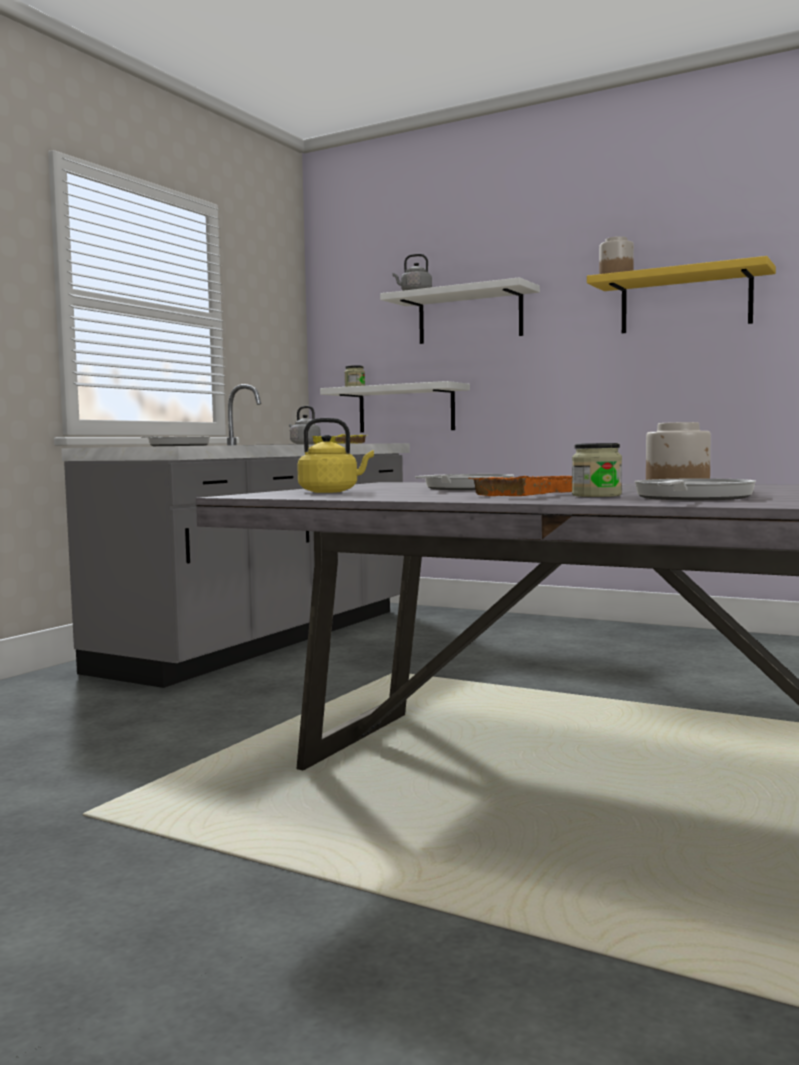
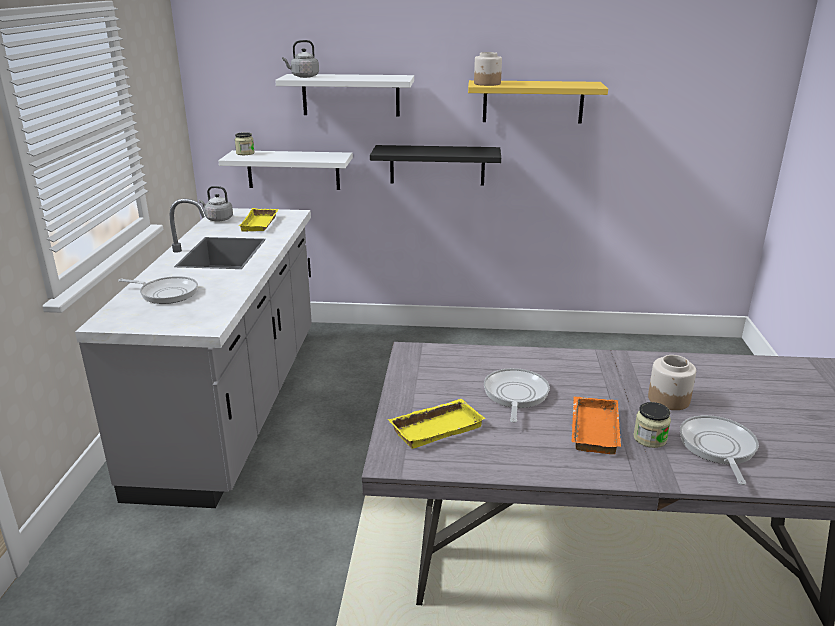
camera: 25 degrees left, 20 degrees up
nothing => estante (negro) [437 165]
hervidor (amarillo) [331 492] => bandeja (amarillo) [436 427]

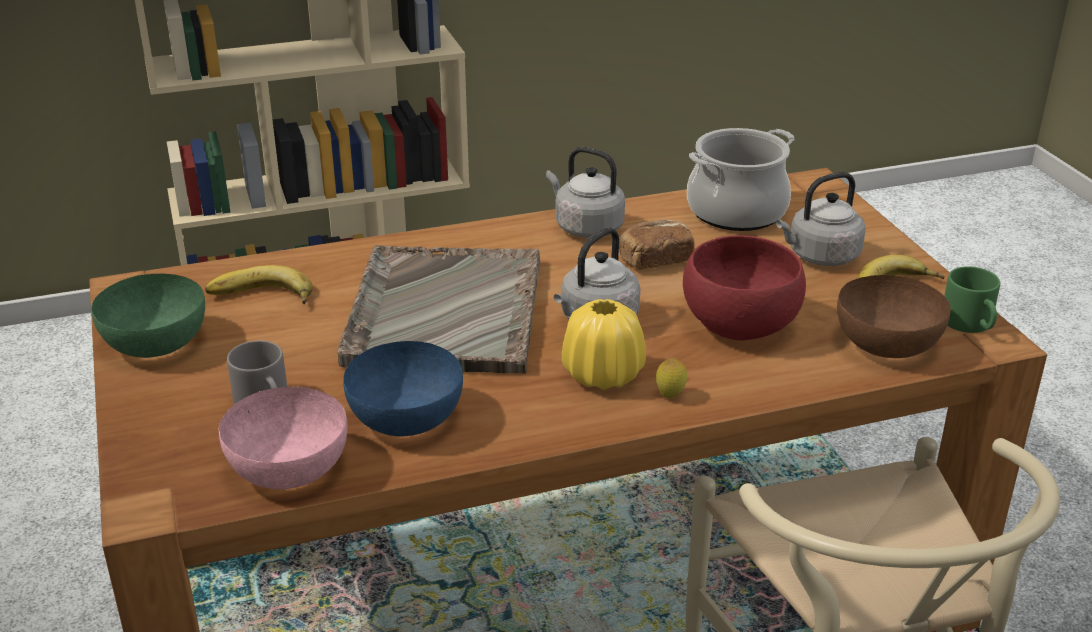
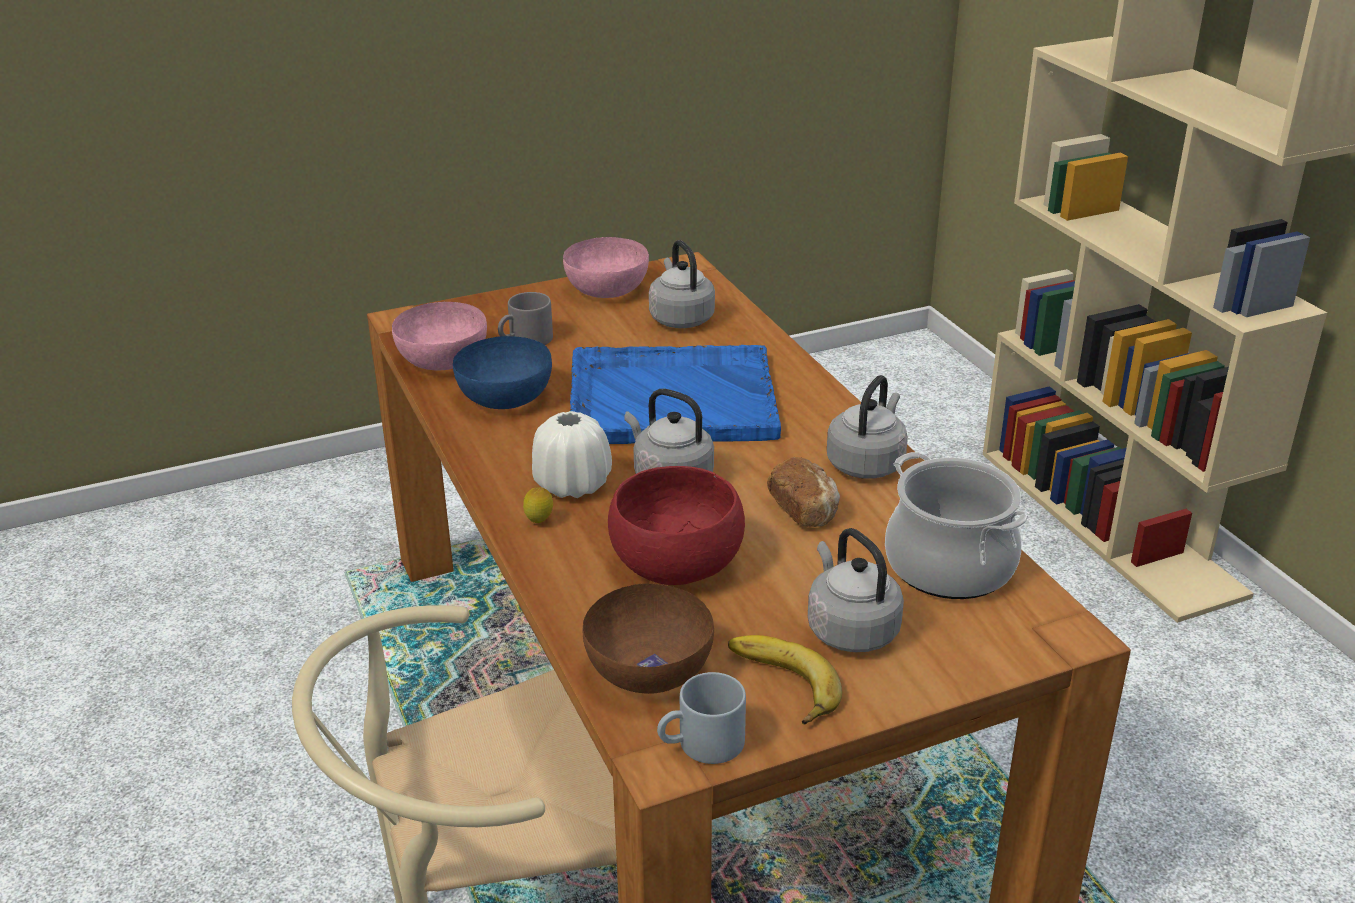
camera: 85 degrees right, 0 degrees up
florero (amarillo) [602 375] => florero (blanco) [572 484]
cuenco (verde) [157 341] => cuenco (rosa) [608 290]
bandeja (gris) [444 313] => bandeja (azul) [670 399]
plátano [261 298] => hervidor (gris) [680 318]
taza grande (verde) [971 324] => taza grande (gris) [701 745]

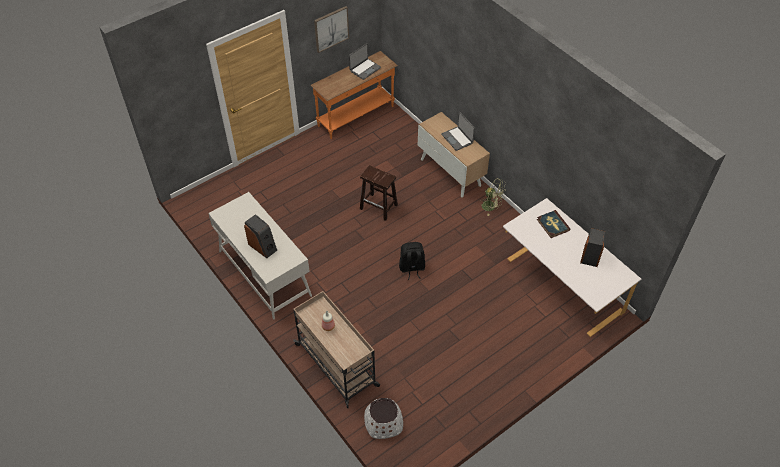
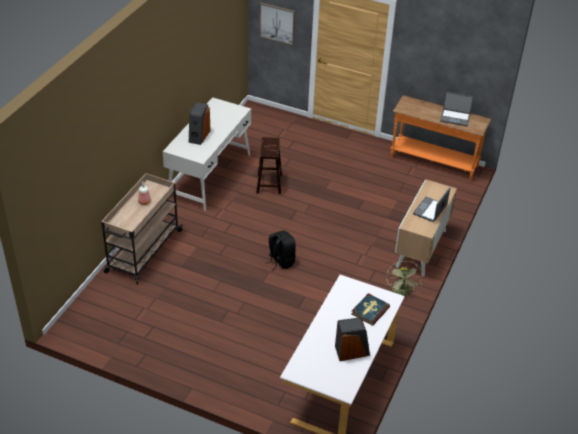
camera: 60 degrees right, 10 degrees down
taburete (marrón) [379 207] => taburete (marrón) [269 184], relocated
cuadro [331 28] => cuadro [277 23], relocated
maceta (blanco) [383 422] => nothing

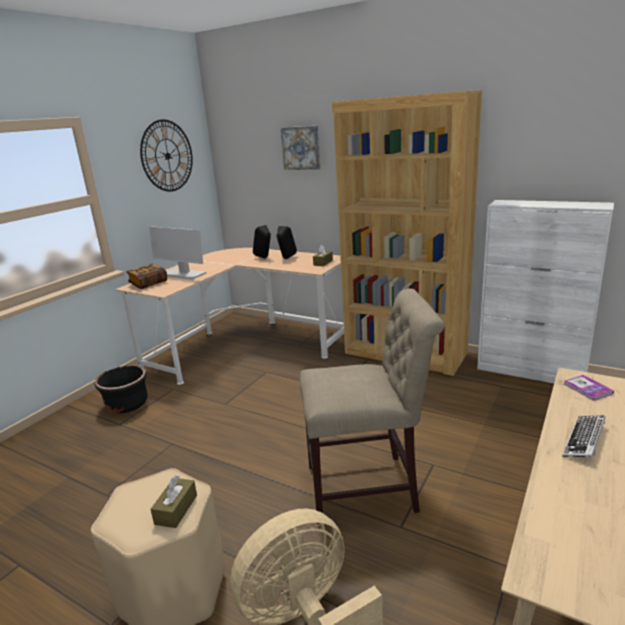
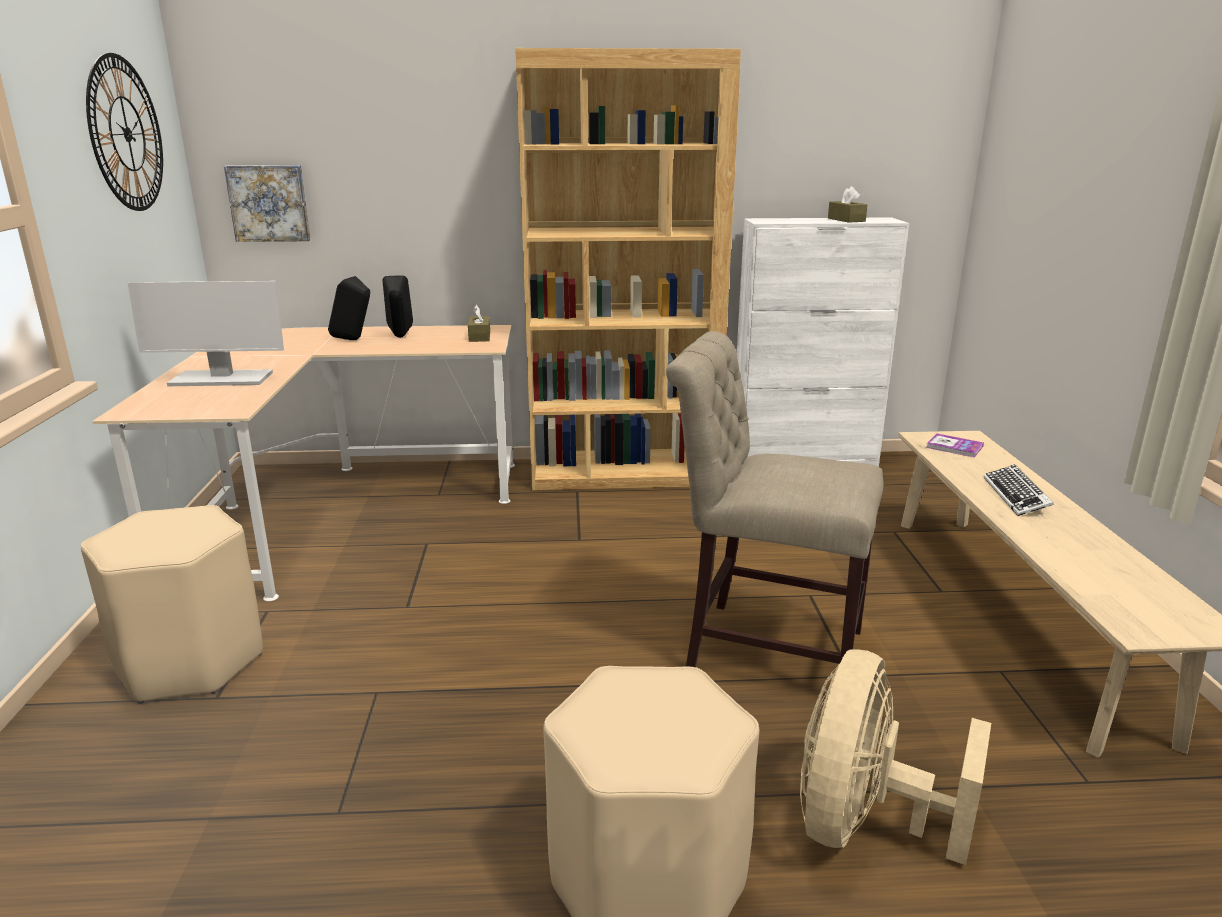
camera: 35 degrees left, 0 degrees up
maceta (negro) [127 404] => taburete (beis) [191 662]
cuadro [301 148] => cuadro [269 203], relocated
silla (beis) [368 488] => silla (beis) [764 647], 120 degrees counterclockwise
caja de pañuelos (marrón) [176 509] => caja de pañuelos (marrón) [846 220], relocated
libro [148 283] => nothing

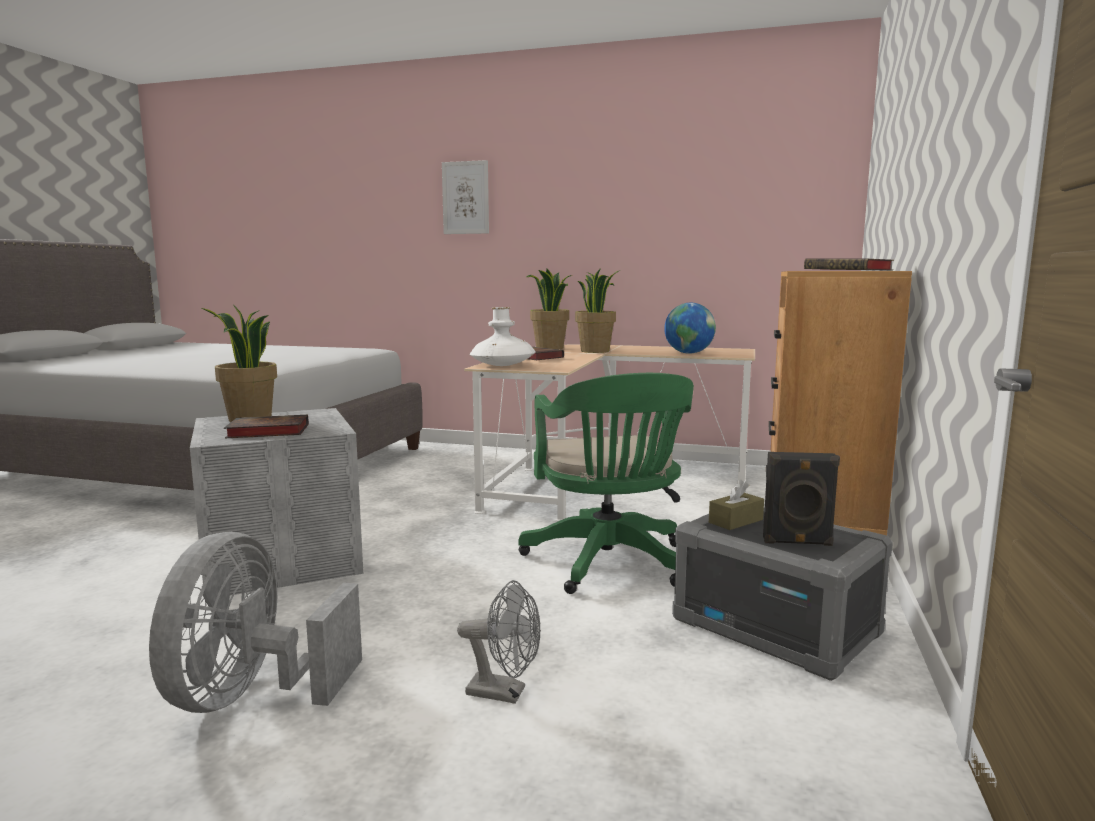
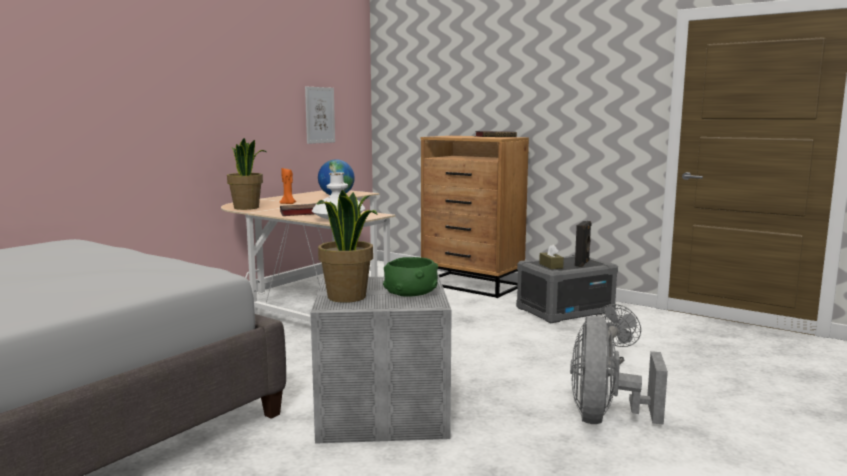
camera: 70 degrees left, 0 degrees up
planta en maceta [595 351] => vela (naranja) [288 204]
cuadro [465 198] => cuadro [319 115], relocated
libro [266 432] => cuenco (verde) [411 293]
ventilador (gris) [252 695] => ventilador (gris) [605 418], 75 degrees clockwise
silla de oficina (verde) [609 564] => nothing

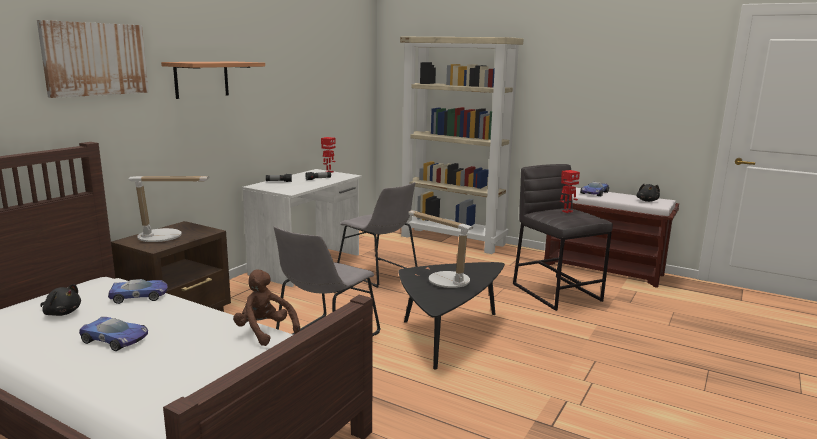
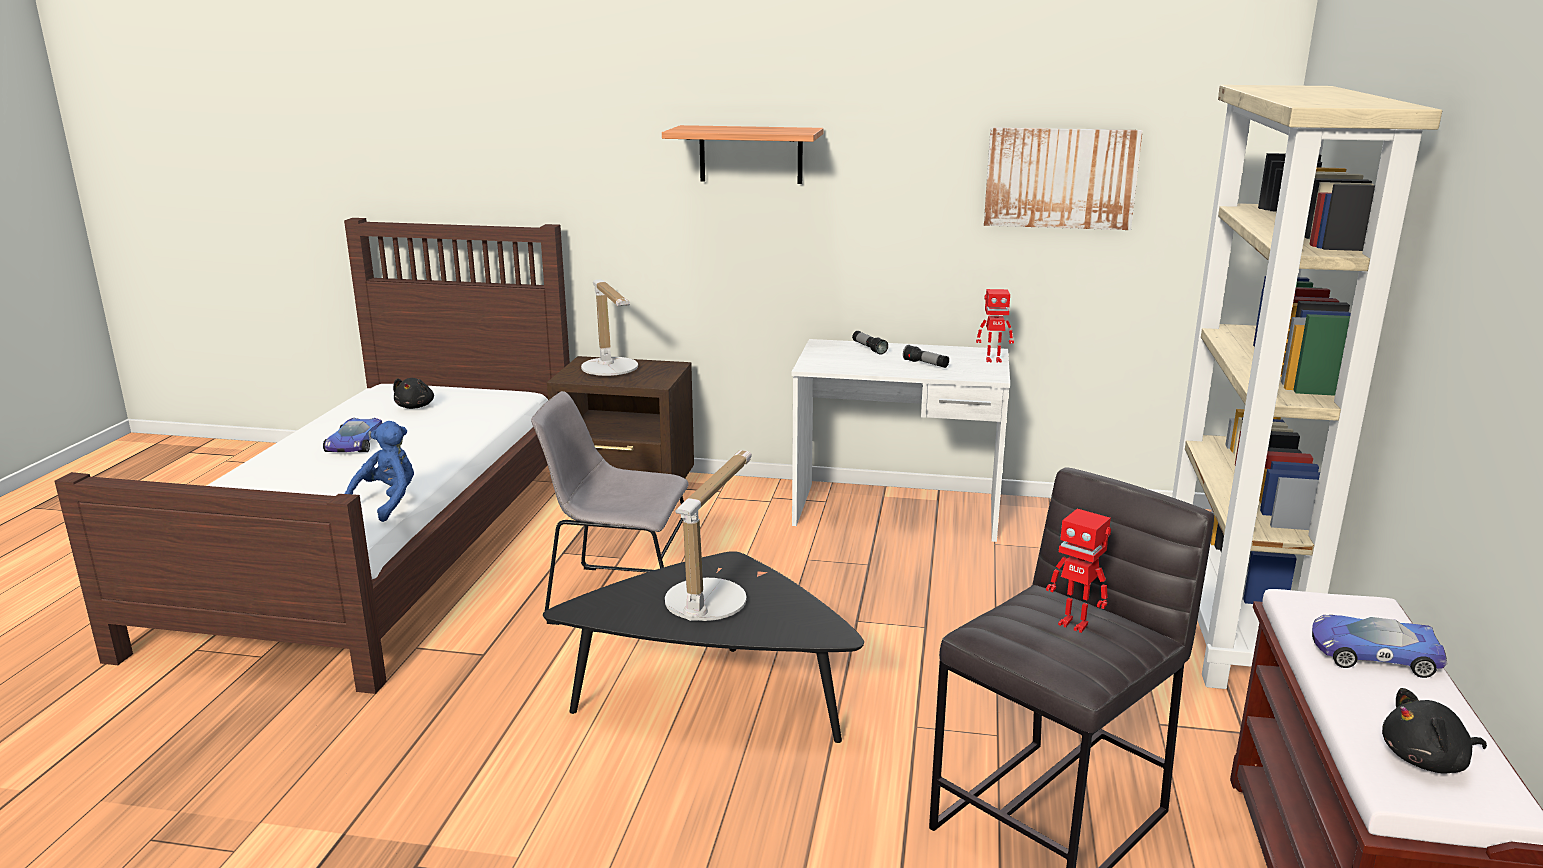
camera: 70 degrees right, 5 degrees up
peluche (marrón) [265 332] => peluche (azul) [387 503]
cuadro [95 59] => cuadro [1060 178], relocated
coche de juguete [140 296] => nothing
silla (gris) [379 273] => nothing

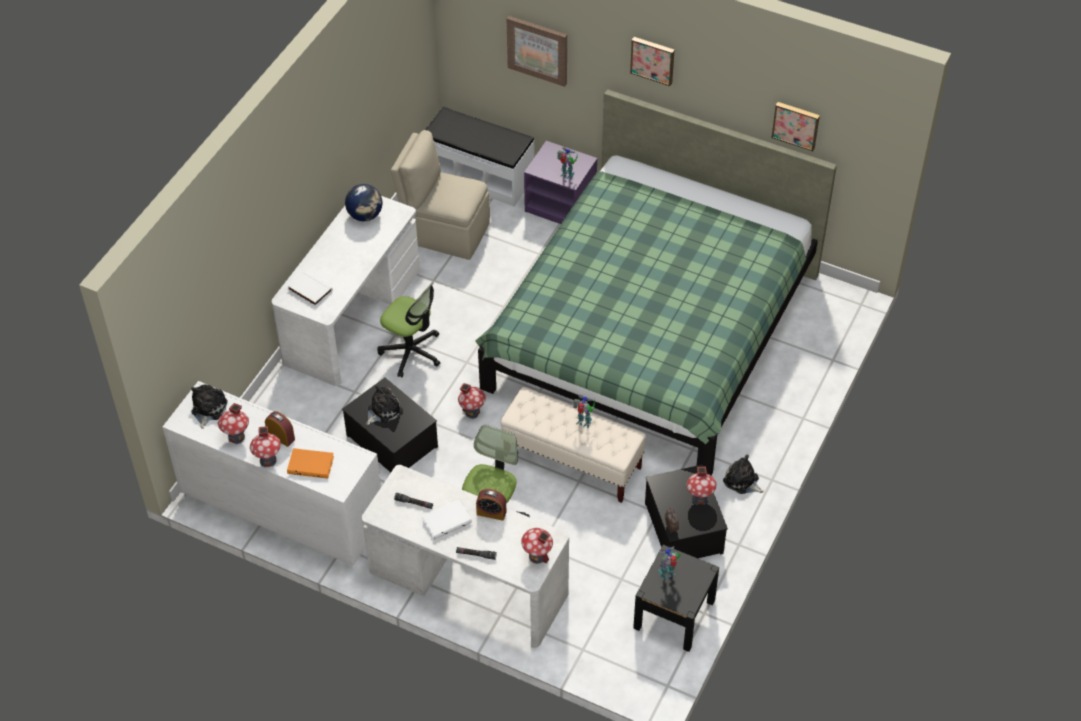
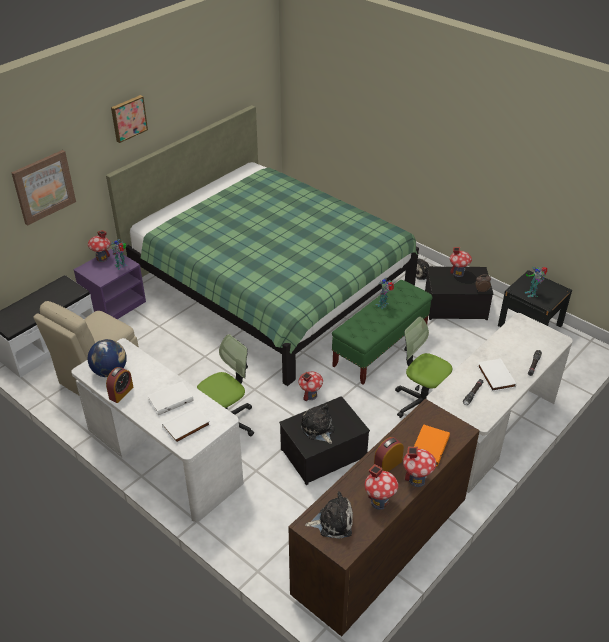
camera: 75 degrees left, 10 degrees down
casita [537 556] => casita [102 258], relocated
despertador [491 513] => despertador [121 393], relocated
nothing => libro (blanco) [170 399]
cómoda (blanco) [282 509] => cómoda (marrón) [379 550]
peluche [208 409] => peluche [333 522], 150 degrees clockwise
banco (beis) [572 462] => banco (verde) [380 348]
cuadro [796 125] => nothing

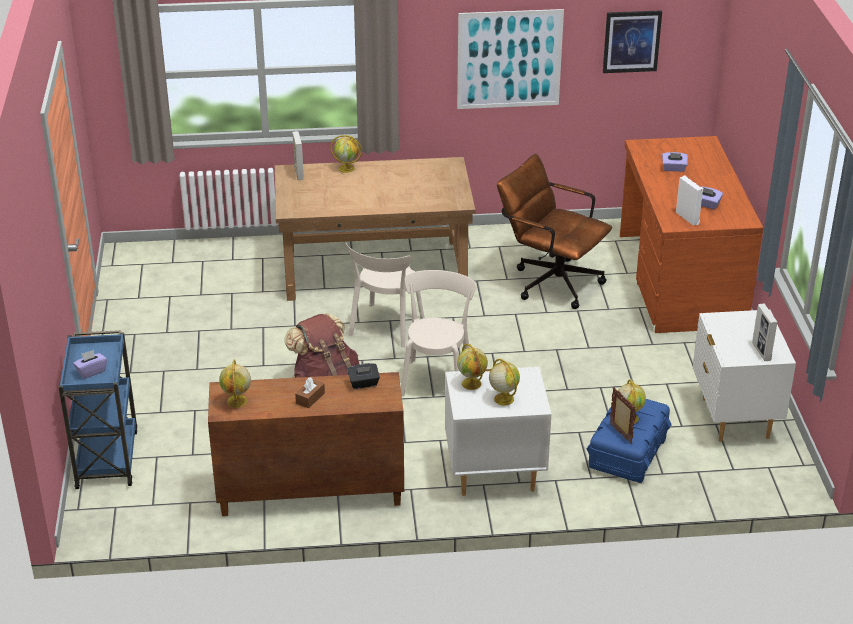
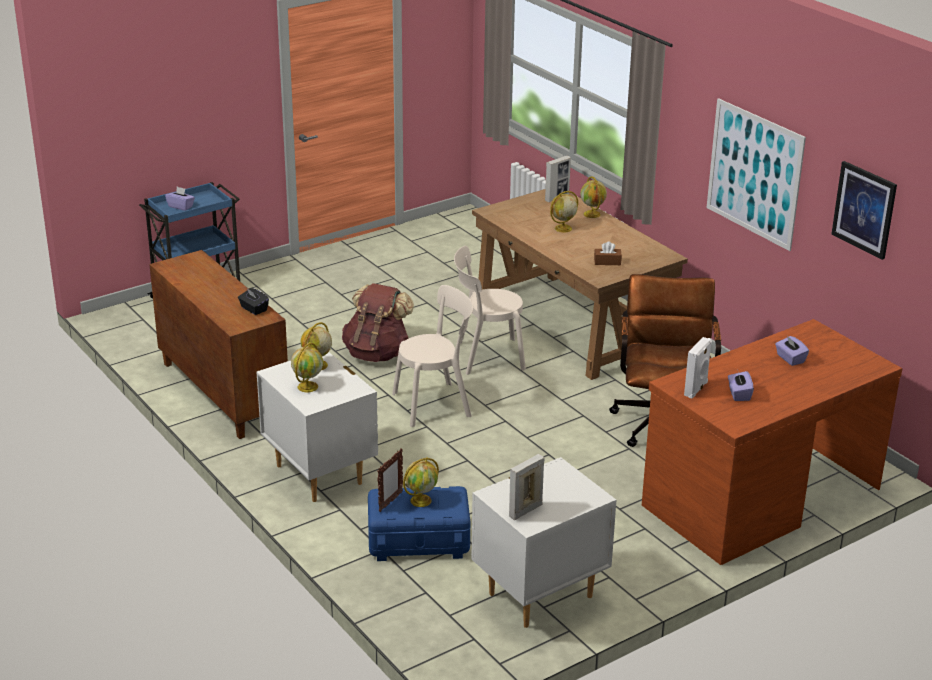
camera: 60 degrees right, 5 degrees down
globo terráqueo [237 402] => globo terráqueo [563 229], relocated
caja de pañuelos (marrón) [310 398] => caja de pañuelos (marrón) [607 262], relocated

